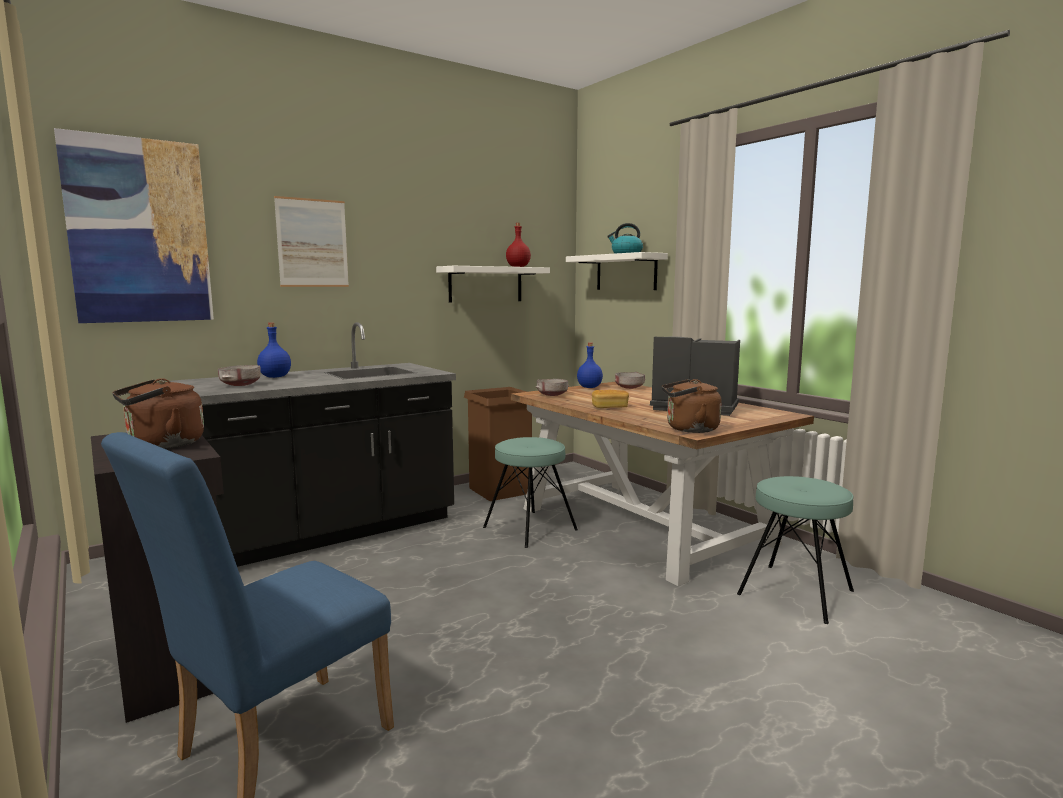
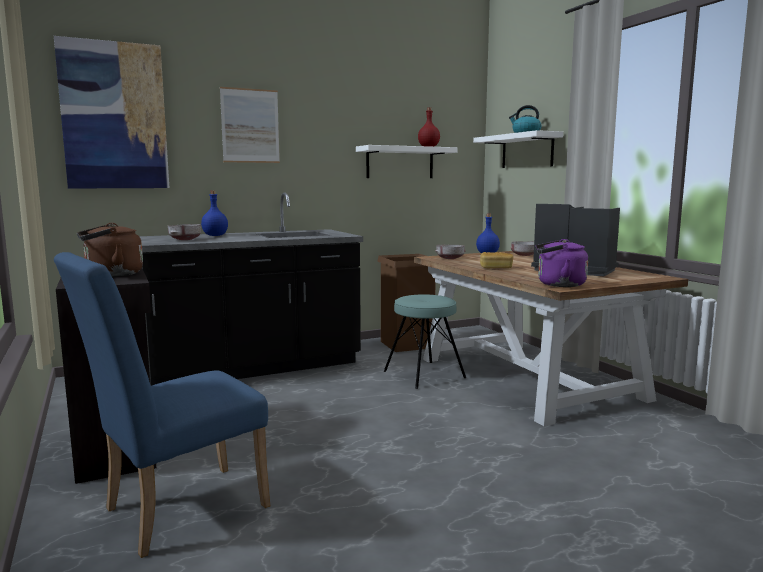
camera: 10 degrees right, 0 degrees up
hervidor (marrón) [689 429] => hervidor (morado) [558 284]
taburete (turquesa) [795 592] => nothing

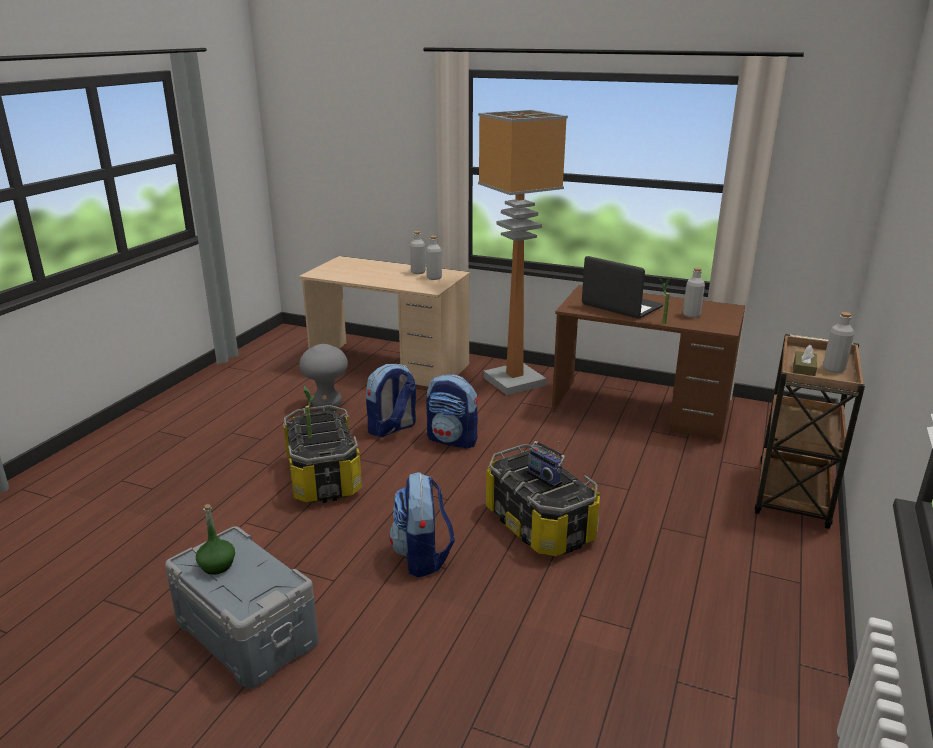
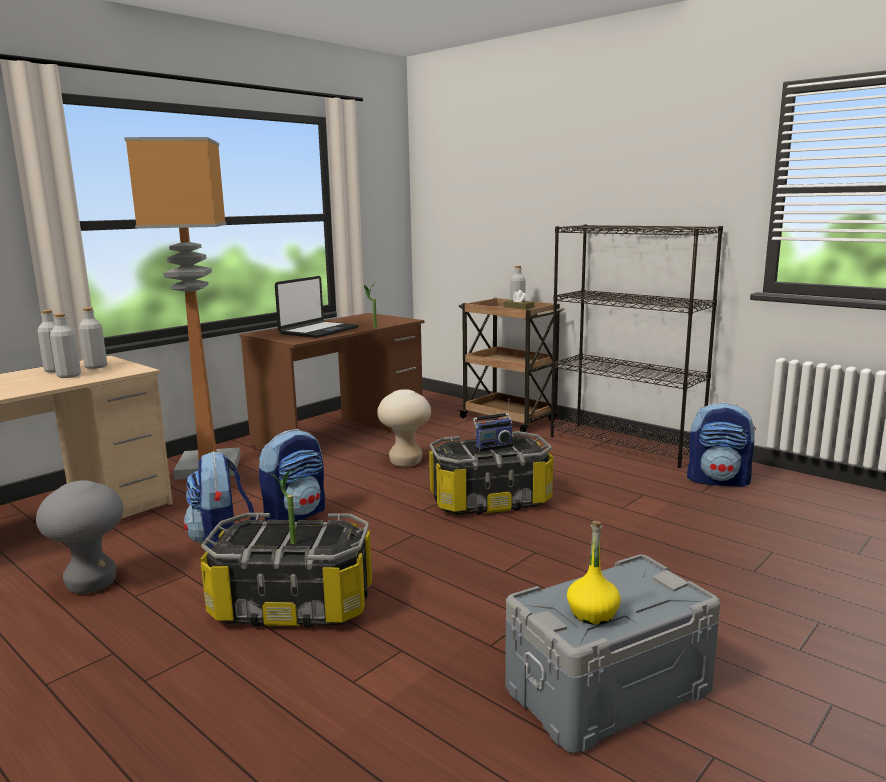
camera: 70 degrees left, 10 degrees down
botella (gris) [691 315] => botella (gris) [69 376], relocated
portátil [621 306] => portátil [318 331], 150 degrees clockwise
nothing => taburete (beis) [405 463]
nothing => estantería (negro) [625 444]
botella (verde) [217 565] => botella (amarillo) [592 613]
mochila [422 557] => mochila [718 480], relocated

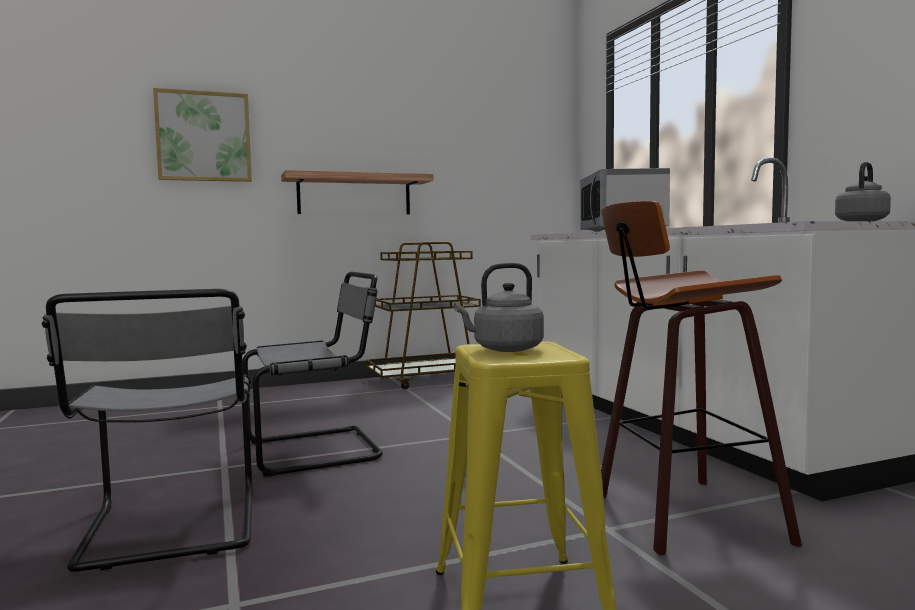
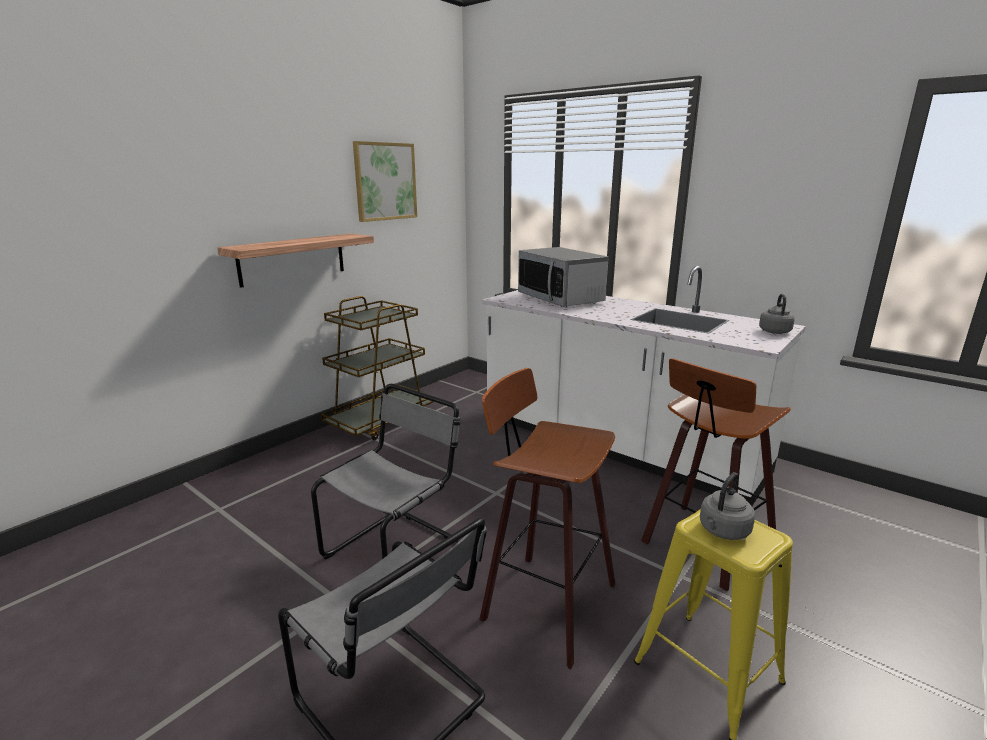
camera: 30 degrees left, 15 degrees up
cuadro [203 136] => cuadro [385 181], relocated
nothing => taburete [544 602]

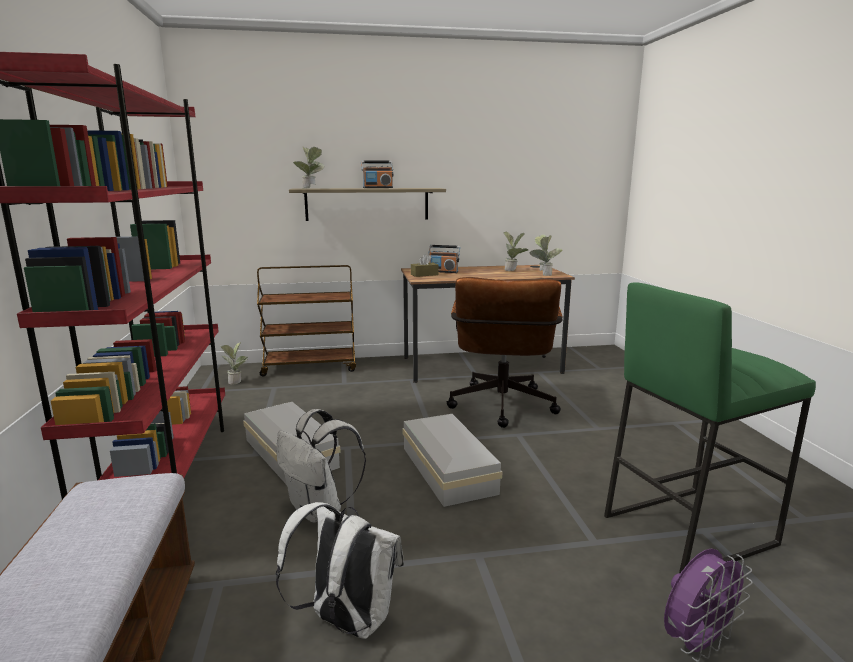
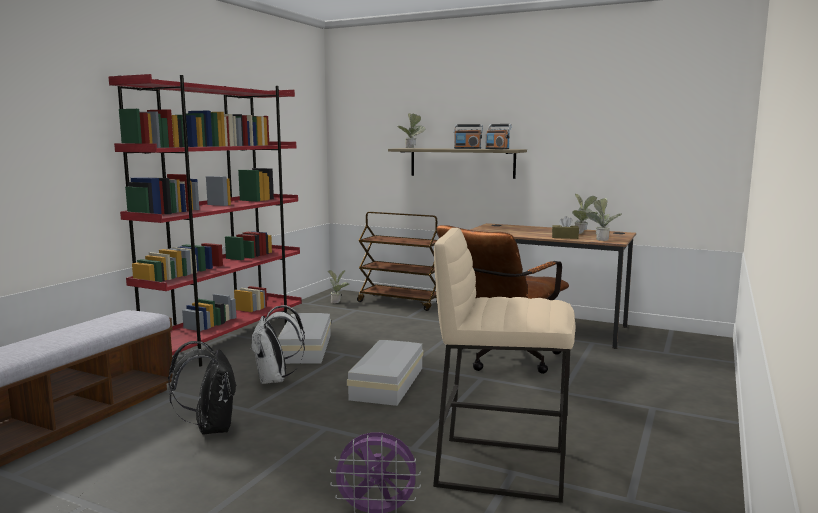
camera: 35 degrees right, 5 degrees down
mochila (blanco) [346 621] => mochila (negro) [210 428]
taburete (verde) [687 529] => taburete (beis) [501 467]
radio [443 271] => radio [497 149], relocated
caja de pañuelos (marrón) [424 275] => caja de pañuelos (marrón) [565 237], relocated

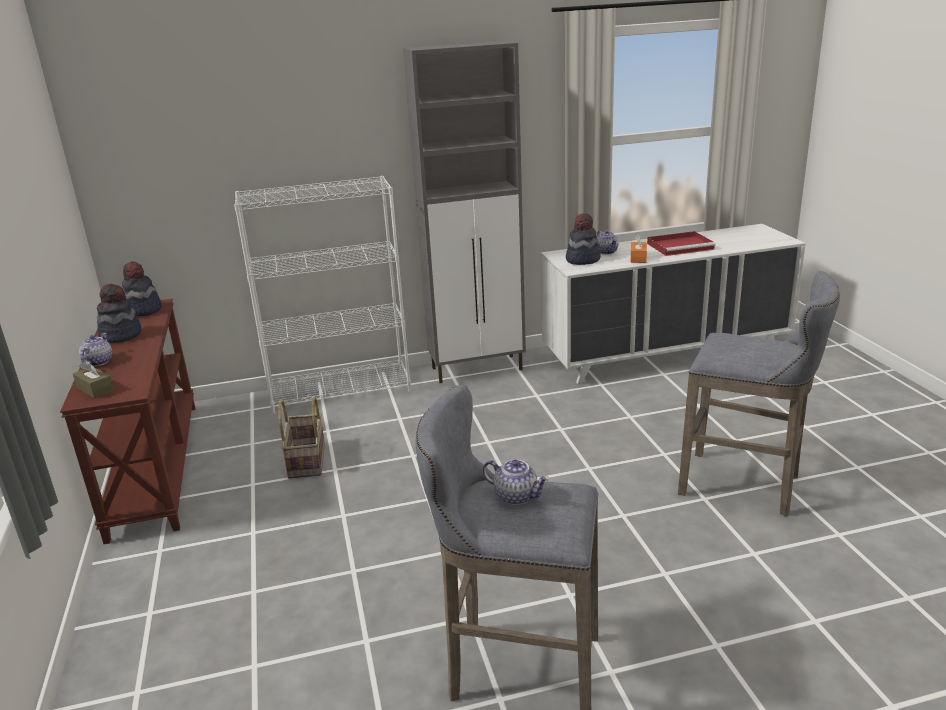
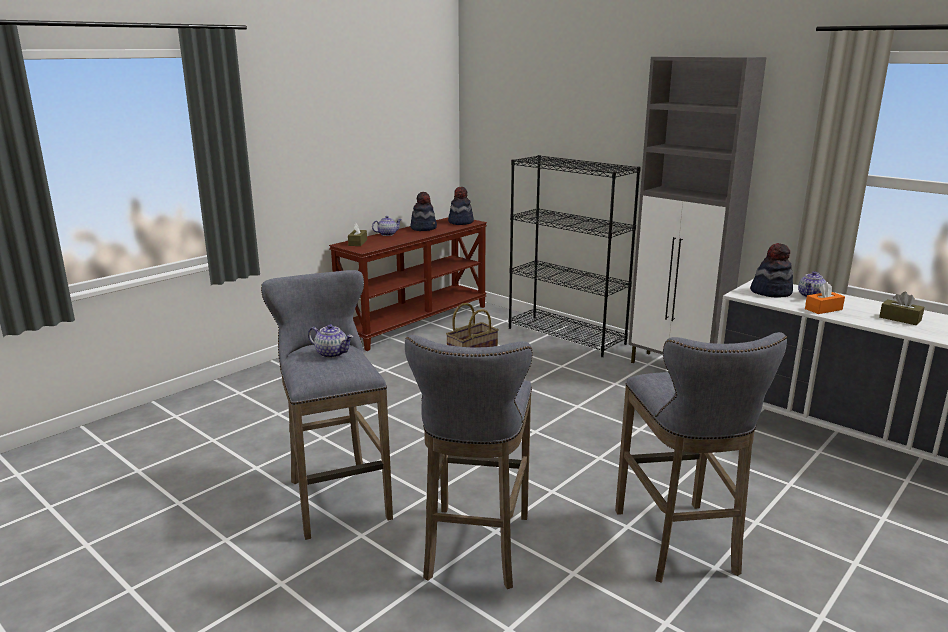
camera: 55 degrees right, 5 degrees down
tetera [516 496] => tetera [332 354], 60 degrees counterclockwise
nothing => taburete (gris) [475 550]
estantería (blanco) [341 391] => estantería (negro) [567 336]
bandeja (rojo) [681 246] => caja de pañuelos (marrón) [900 319]

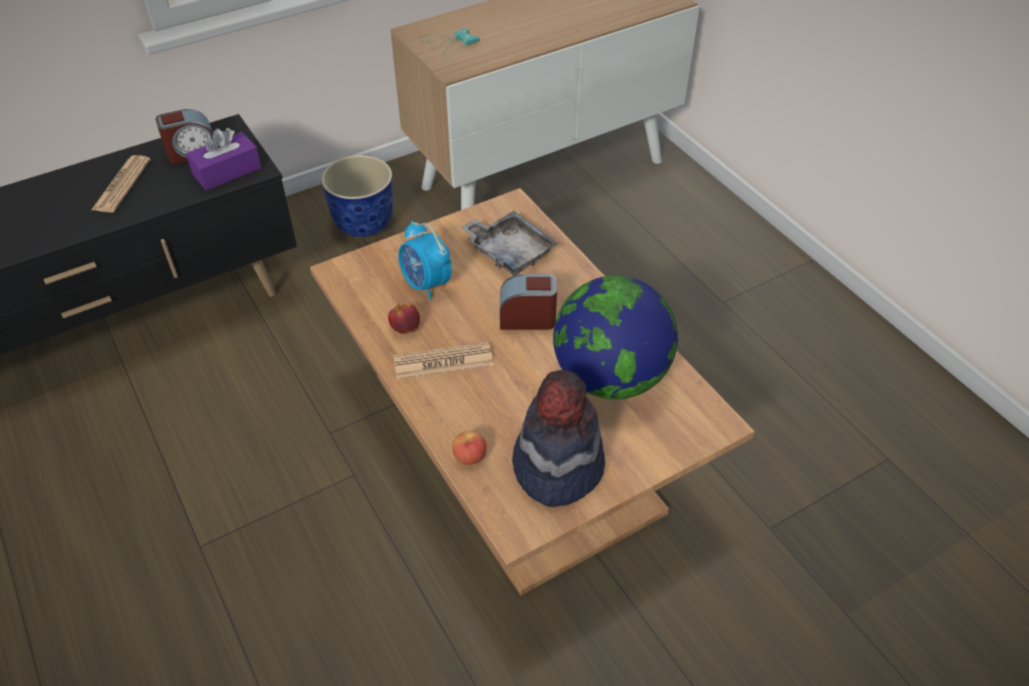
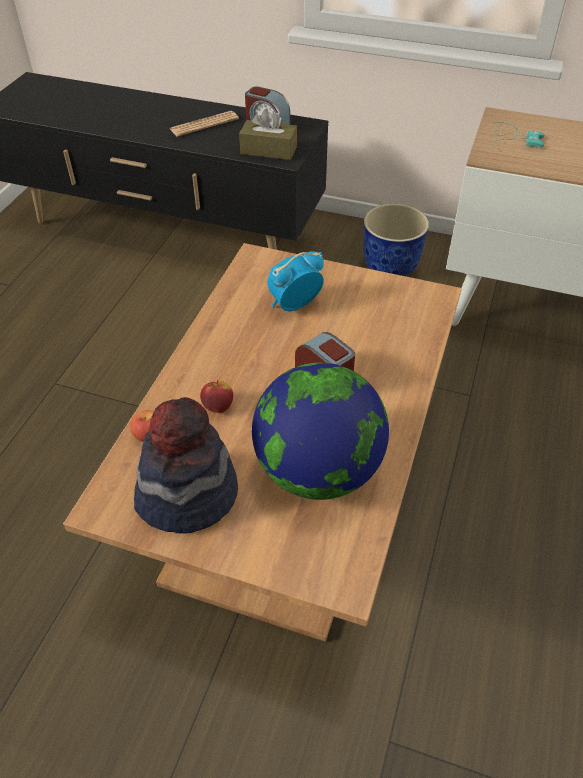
camera: 50 degrees right, 0 degrees up
manzana [405 328] => manzana [218 407], relocated
caja de pañuelos (morado) [227 171] => caja de pañuelos (marrón) [268 150]
despertador [426 284] => despertador [294 305], 45 degrees clockwise
periódico [443 362] => nothing
bandeja (gris) [509 251] => nothing

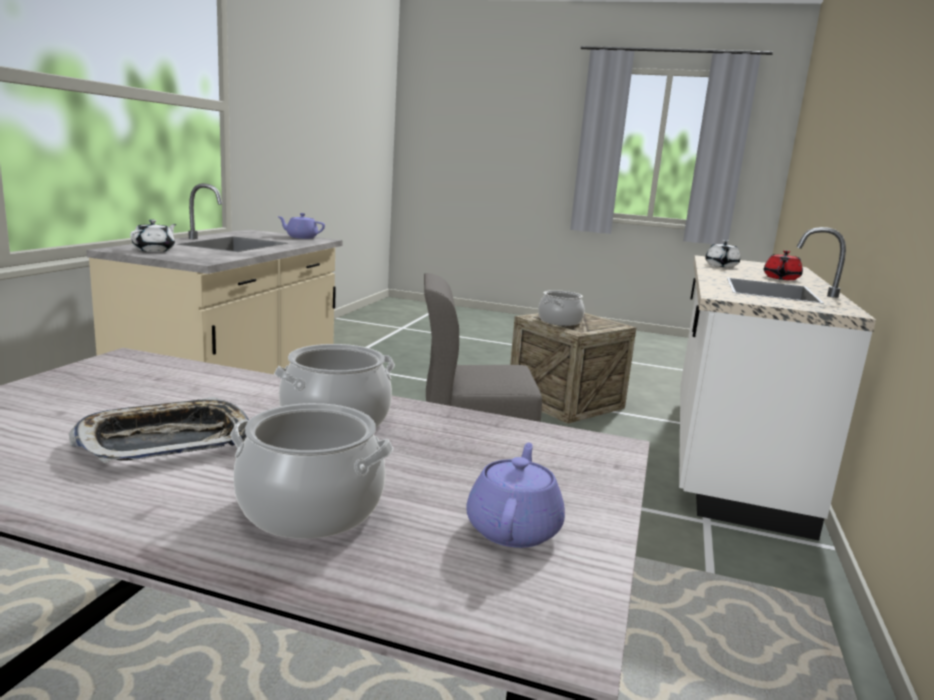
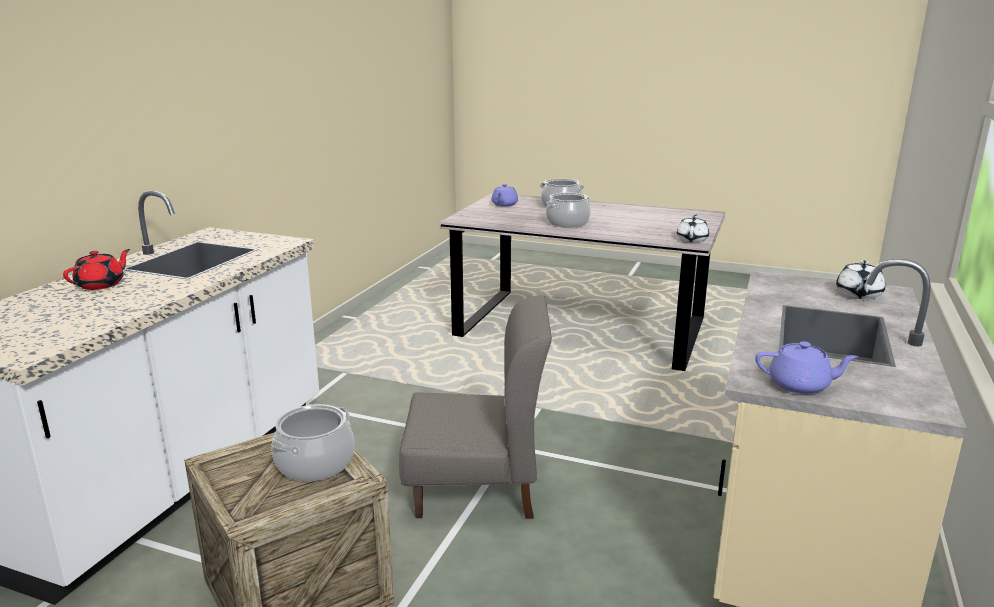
camera: 175 degrees left, 5 degrees up
tetera (blanco) [721 266] => tetera (blanco) [692 239], relocated
bandeja [167 441] => nothing

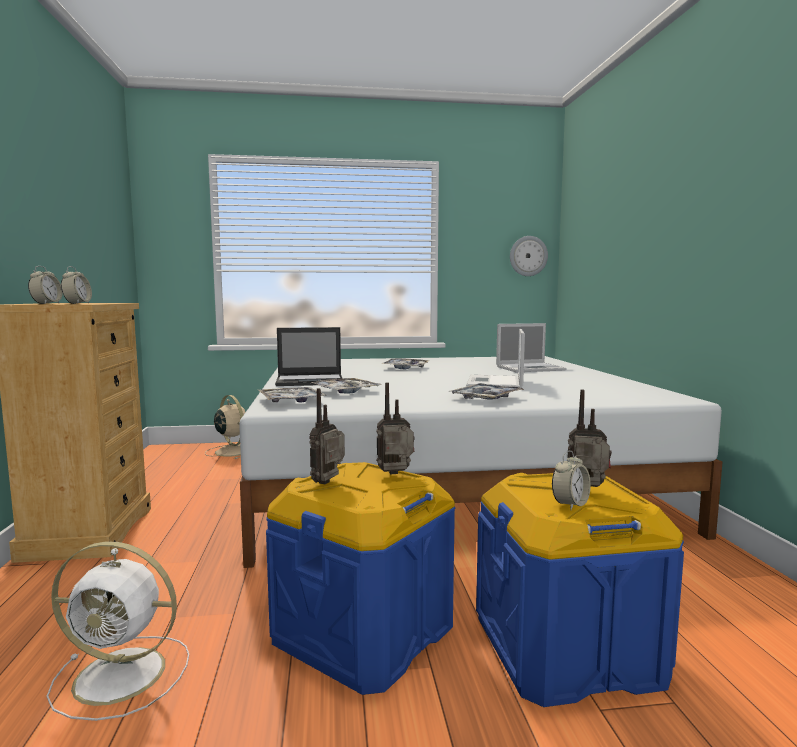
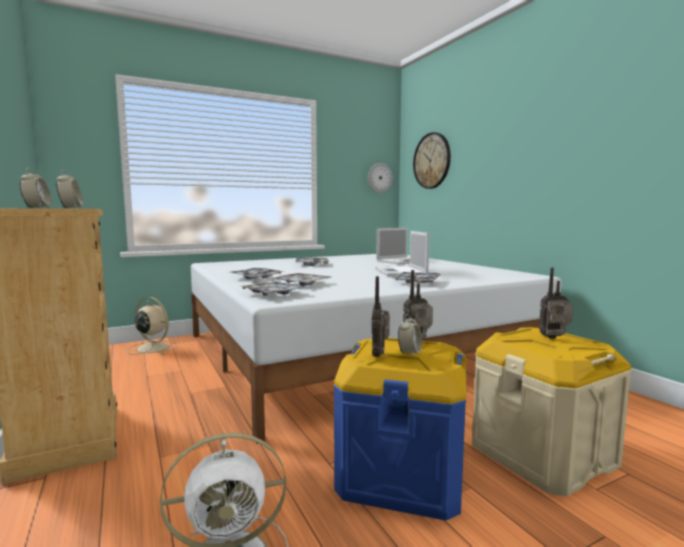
camera: 20 degrees left, 0 degrees up
portátil [311 381] => bandeja [255 278]
despertador [570 504] => despertador [409 353], relocated
nothing => reloj de pared [432 161]
caja de almacenaje (azul) [566 649] => caja de almacenaje (beis) [542 454]

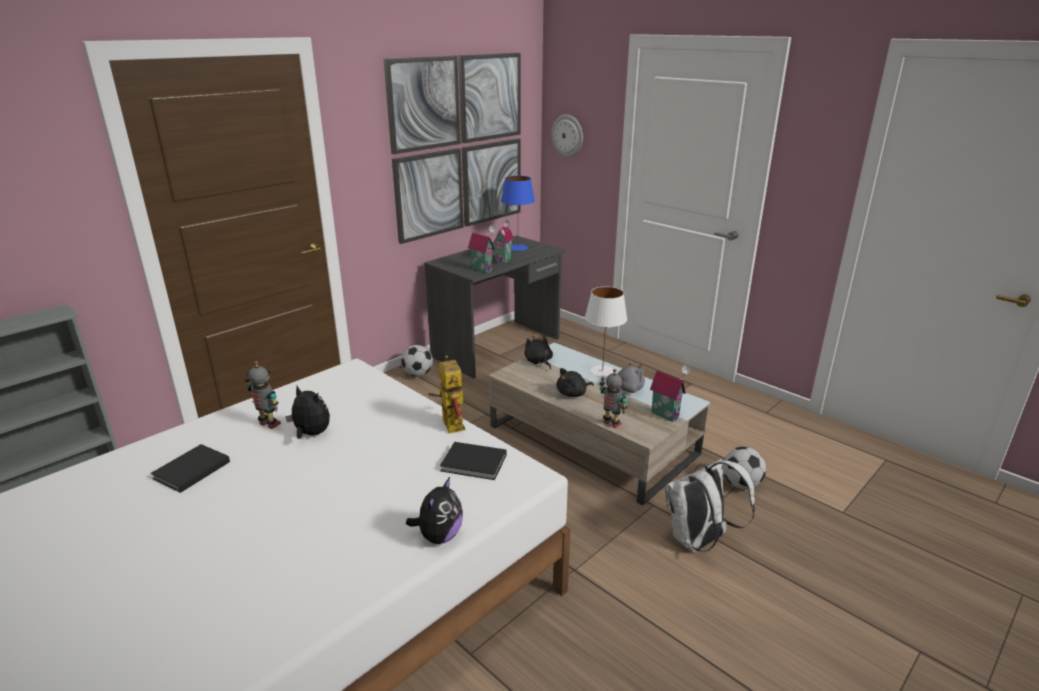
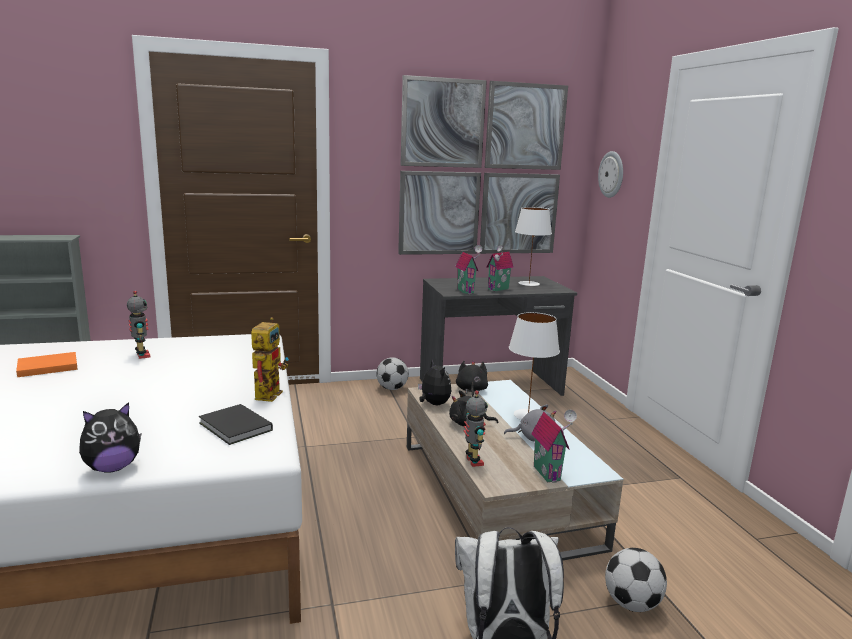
camera: 30 degrees right, 10 degrees down
libro (negro) [189 471] => libro (naranja) [46 367]
peluche [311 434] => peluche [433 404], relocated
lámpara de mesa (azul) [517 247] => lámpara de mesa (blanco) [529 283]

